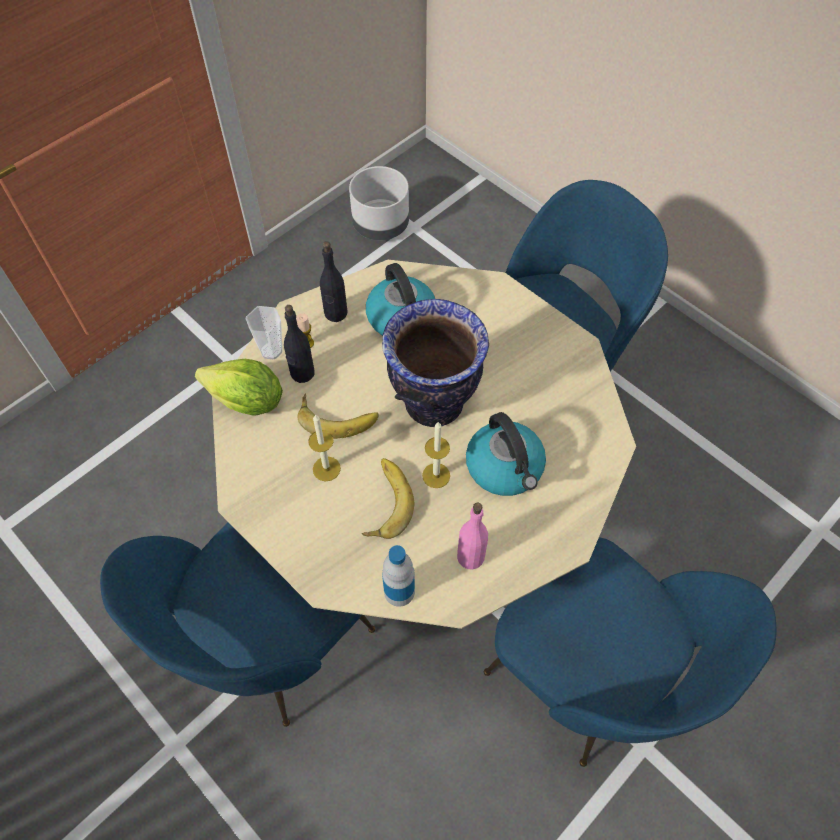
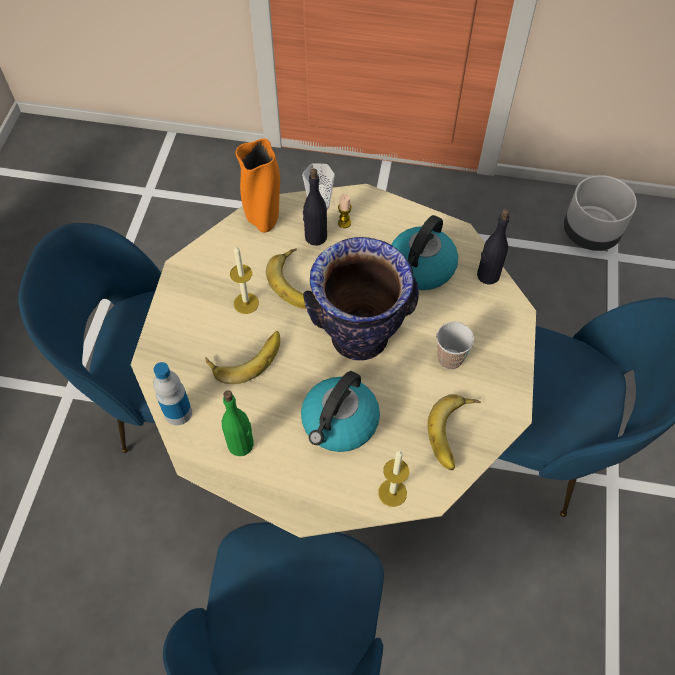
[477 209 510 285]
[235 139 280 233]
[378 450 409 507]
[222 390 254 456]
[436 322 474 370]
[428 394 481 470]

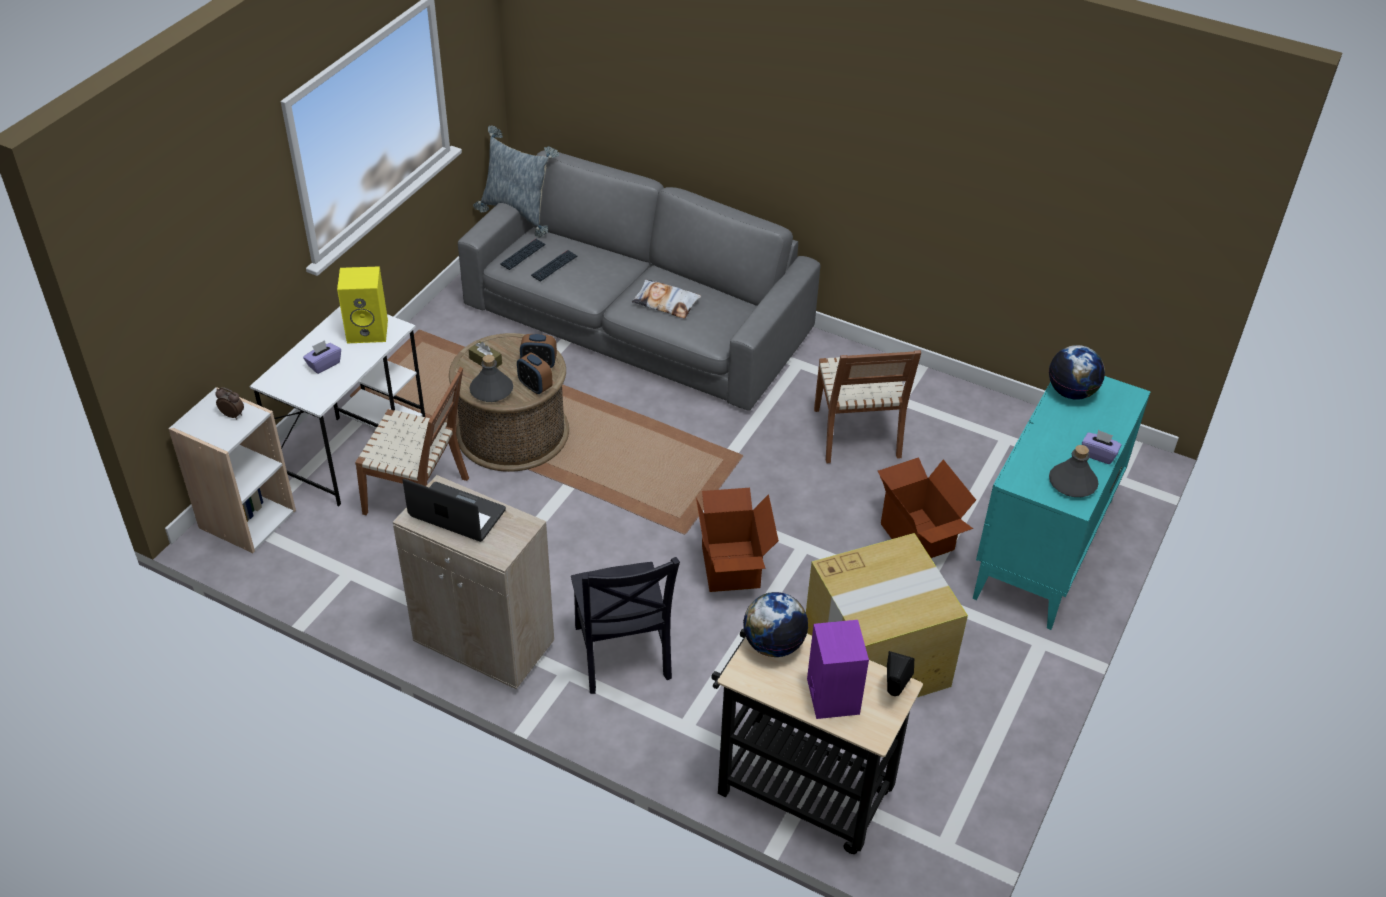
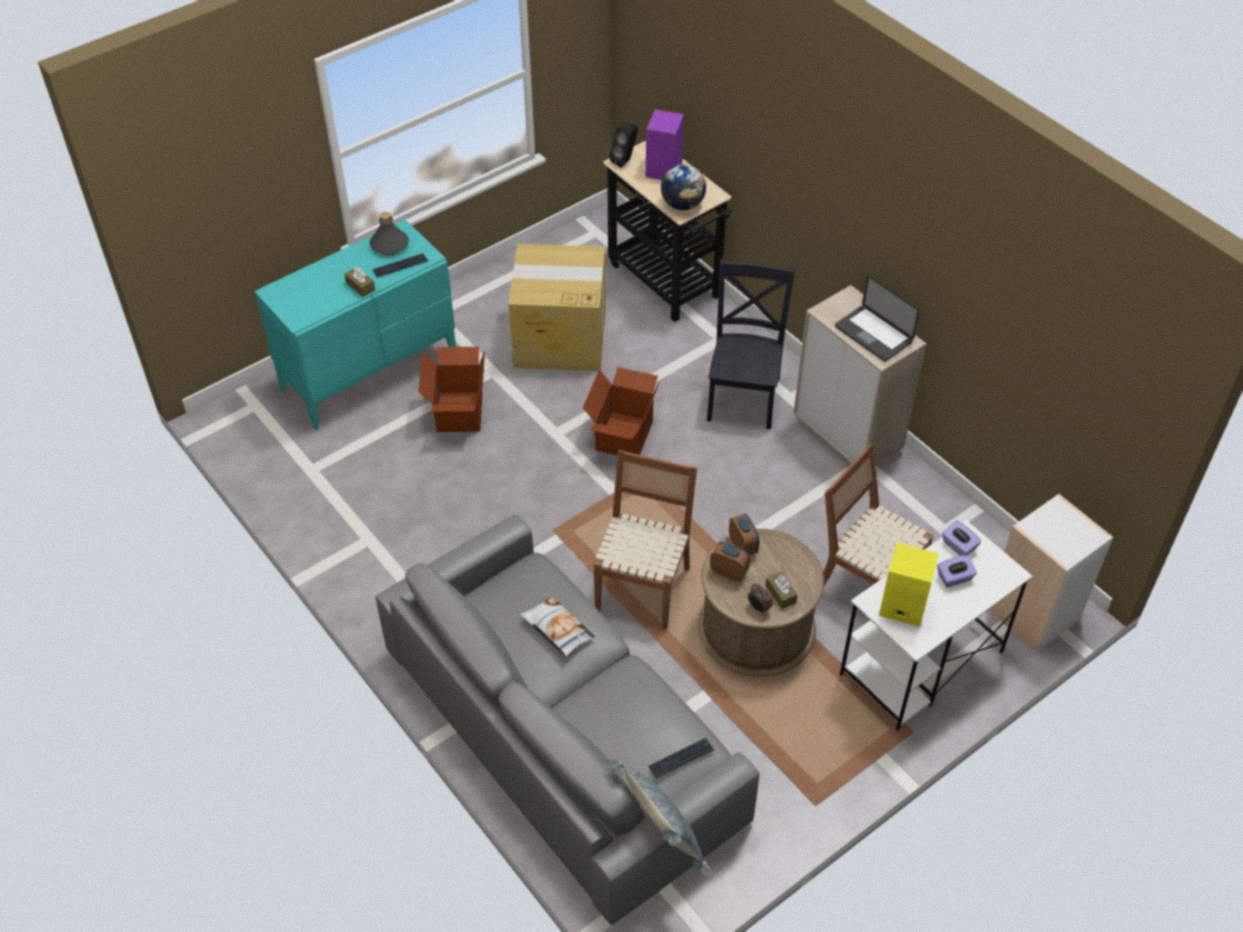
[373 253 428 277]
[1049 345 1105 400] (first image)
[594 450 697 630]
[469 355 513 402] (first image)
[748 584 773 615]
[942 520 981 556]
[345 267 375 297]

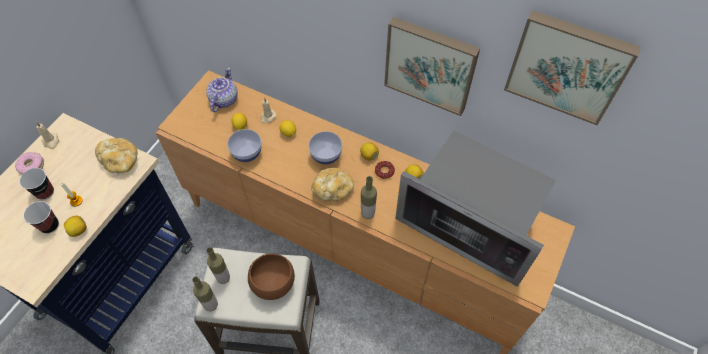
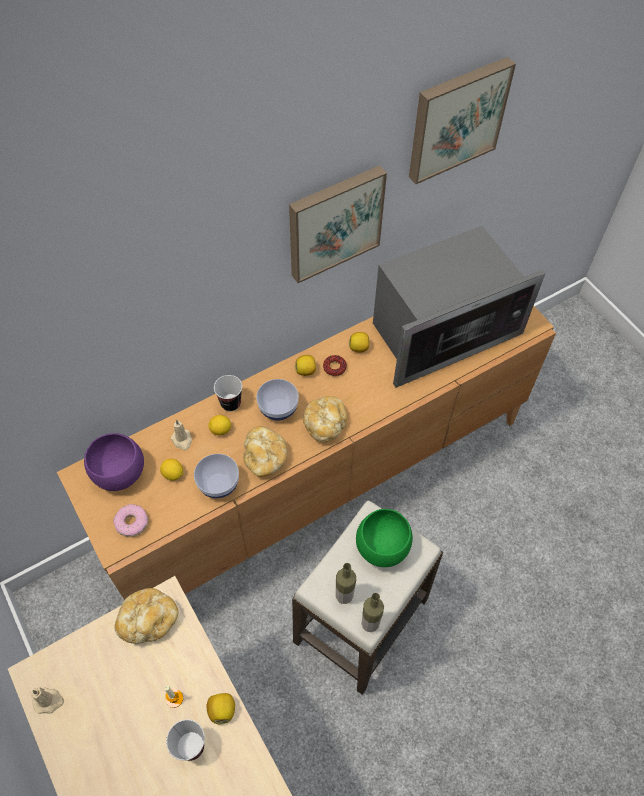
[84 433 144 491]
[113 504 149 537]
[214 375 242 411]
[361 176 377 219] (first image)
[356 509 413 567]
[243 426 287 477]

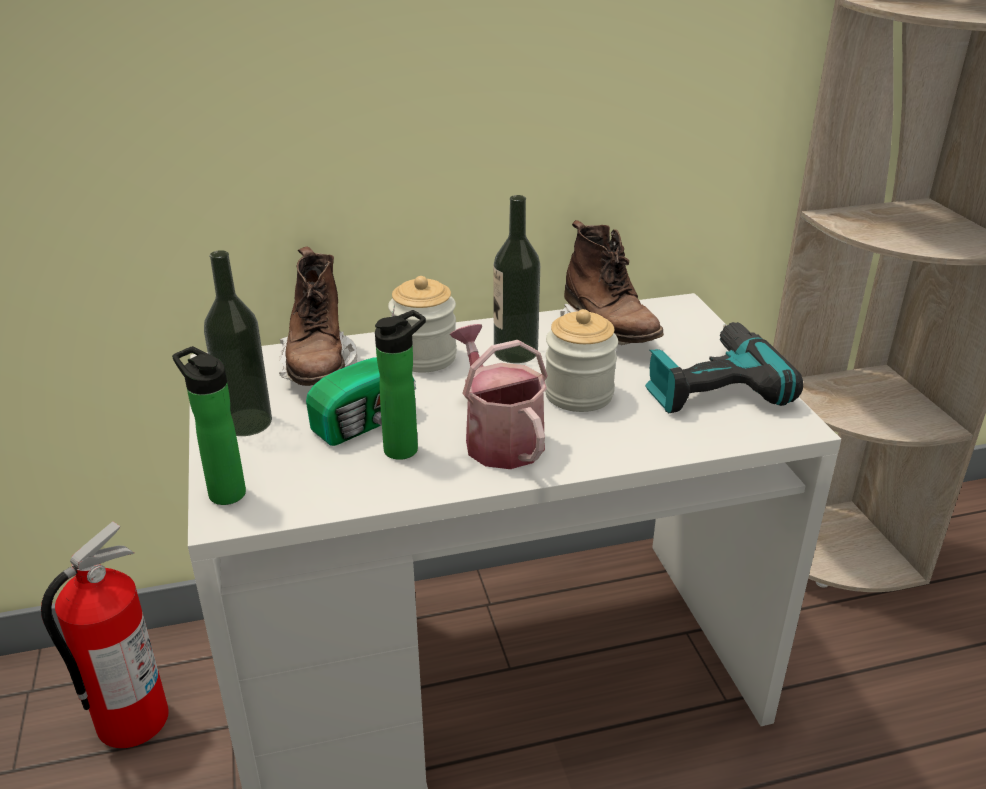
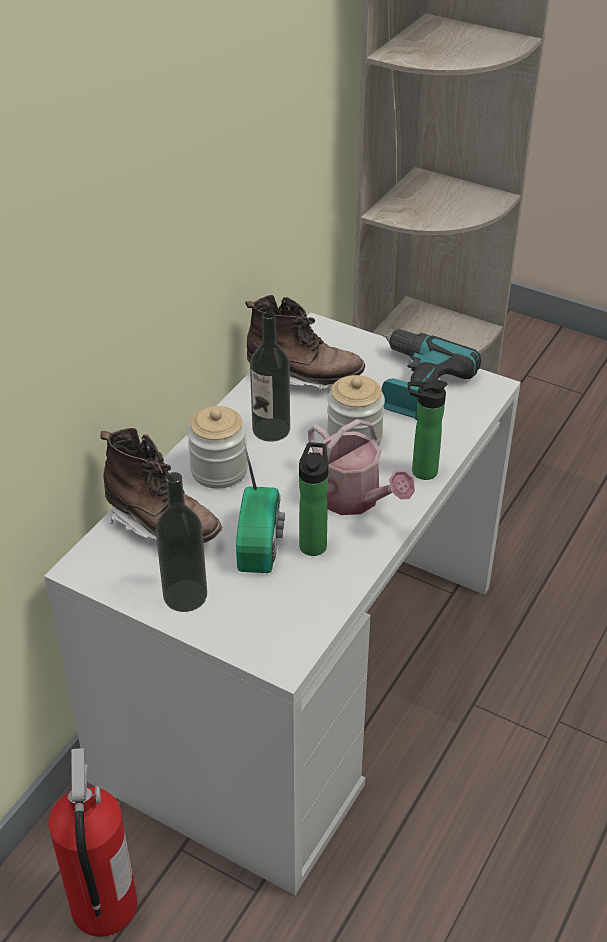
[308 419 415 515]
[408 380 447 480]

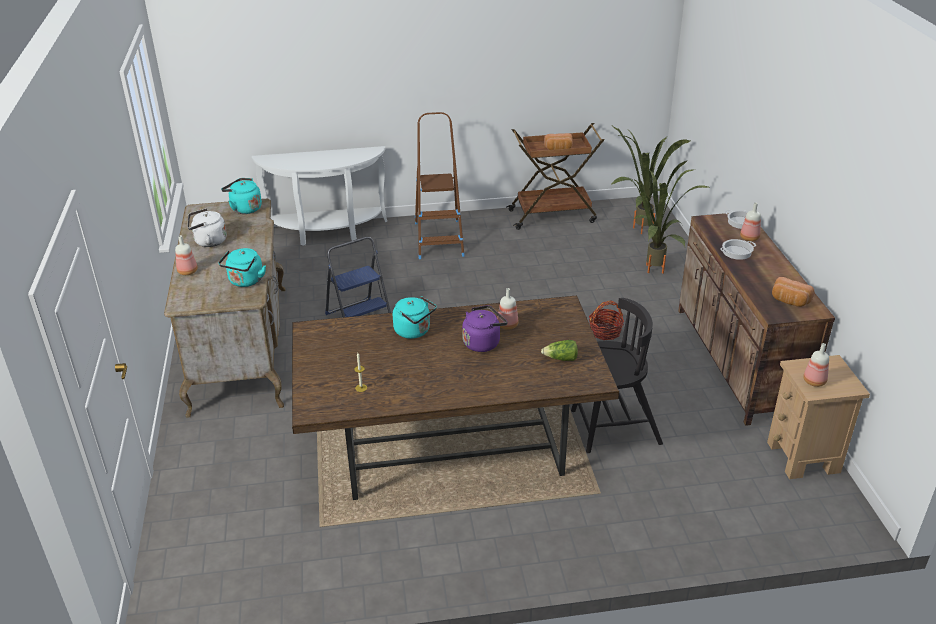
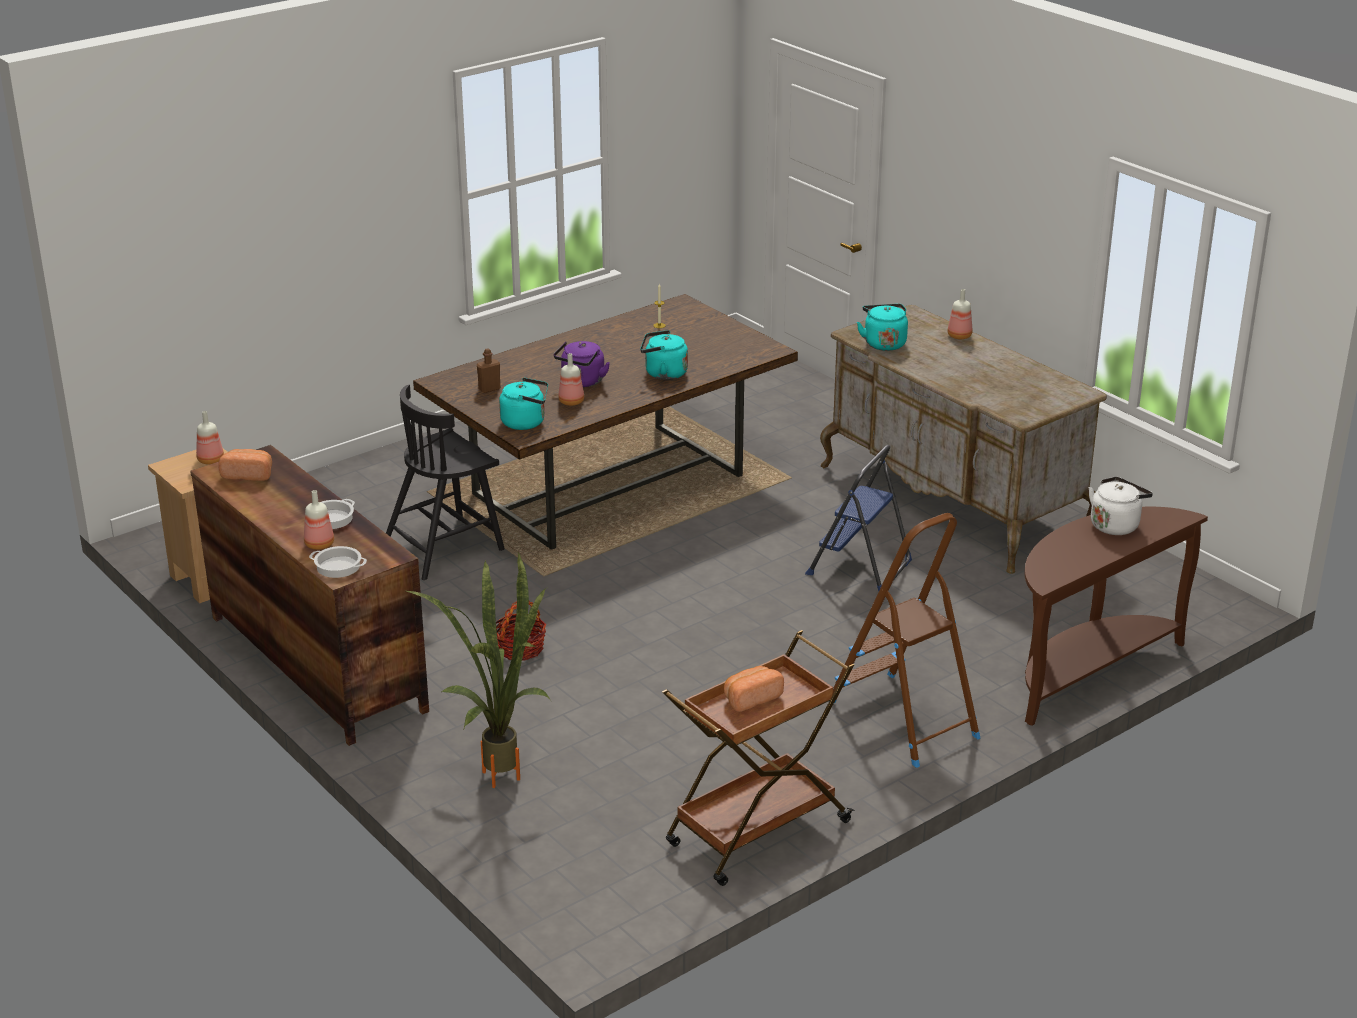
[610 126 690 234] (first image)
[1024 507 1208 726]
[499 378 548 430]
[1089 476 1153 535]
[477 348 500 393]

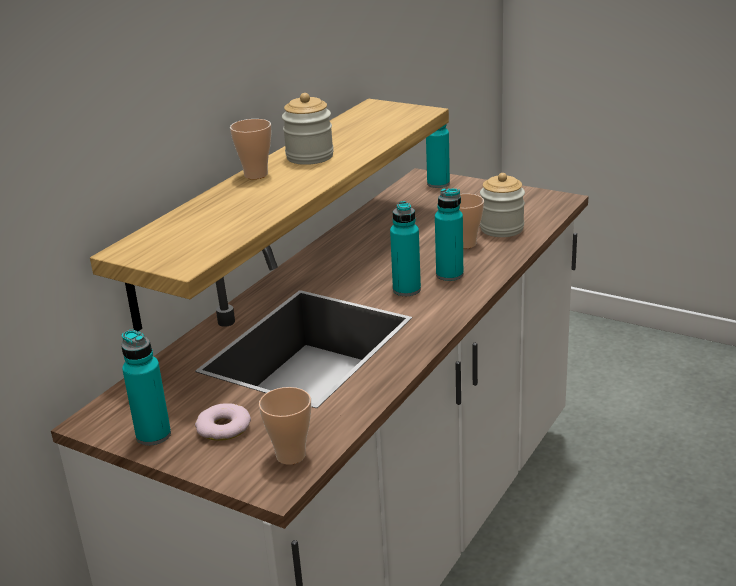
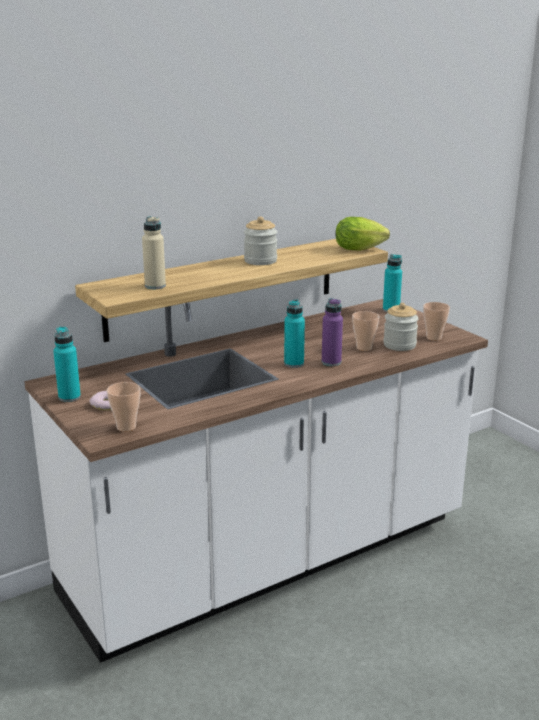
[423 302 450 341]
[322 298 343 366]
[142 216 166 289]
[336 217 390 250]

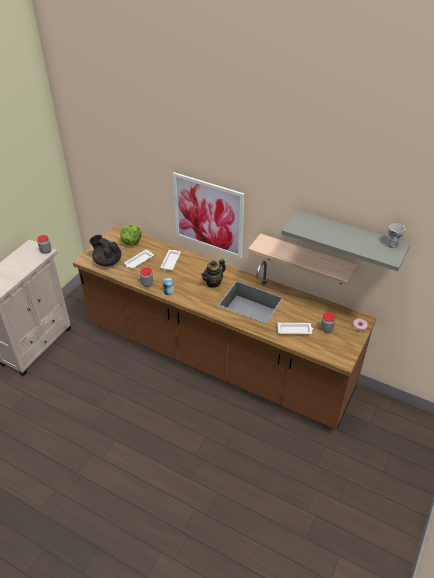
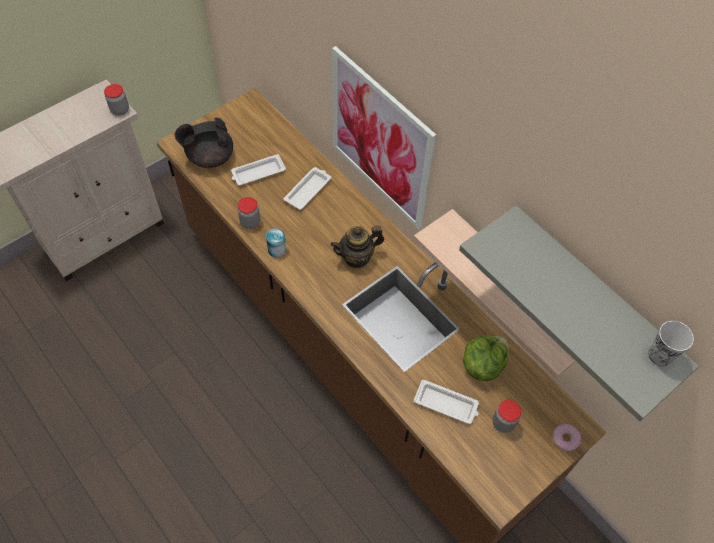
[463 336 509 381]
[175 117 233 168]

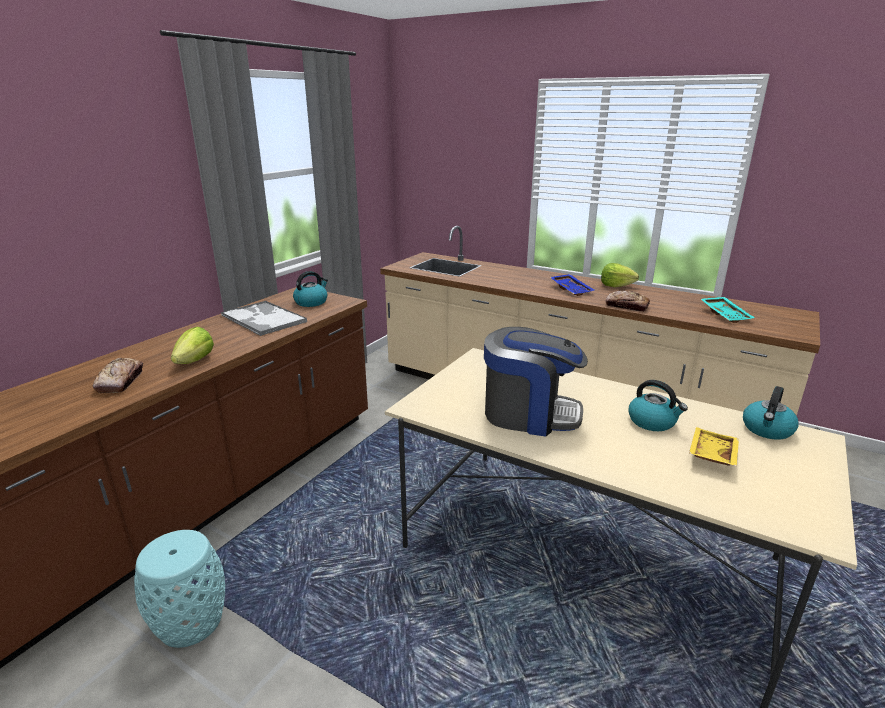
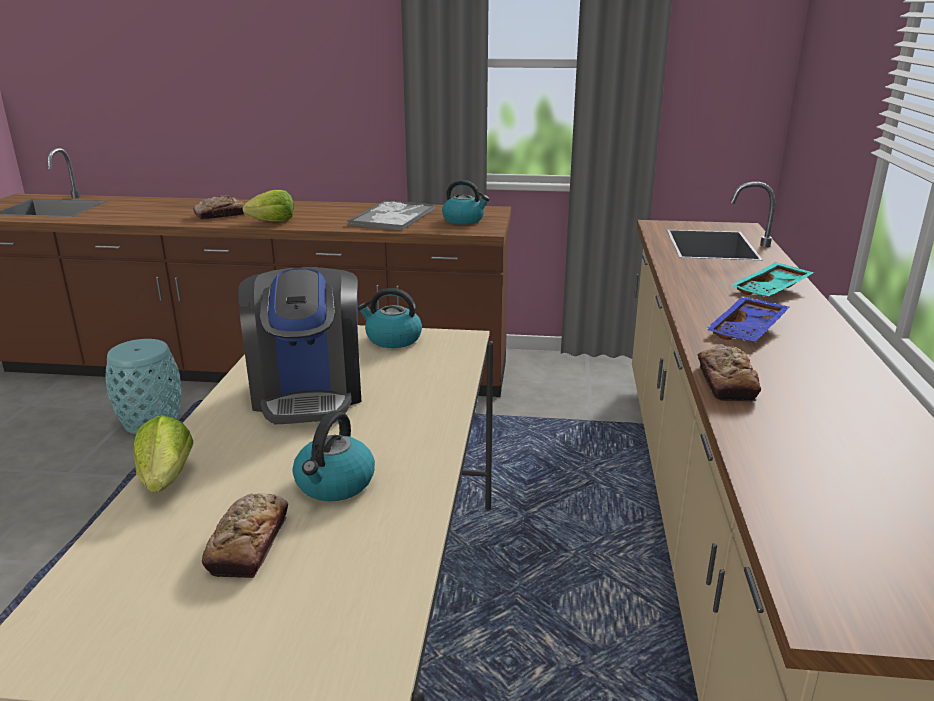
[133 416 193 492]
[731 262 814 296]
[358 288 422 348]
[202 493 288 578]

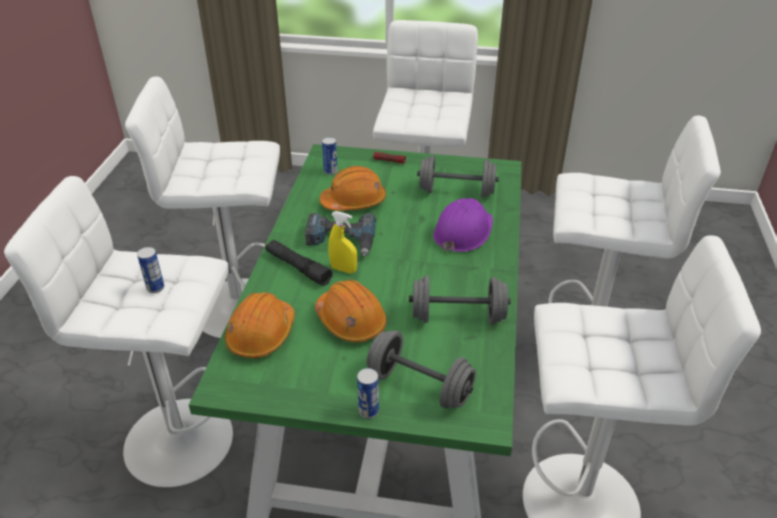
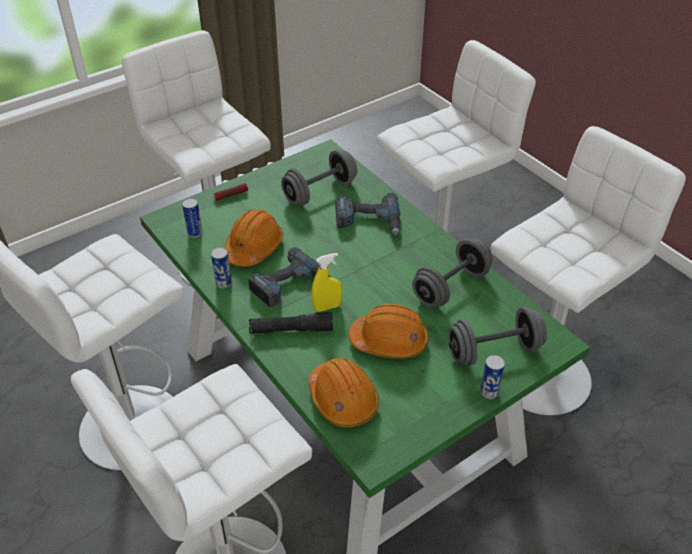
[335 193 401 236]
[211 247 232 289]

